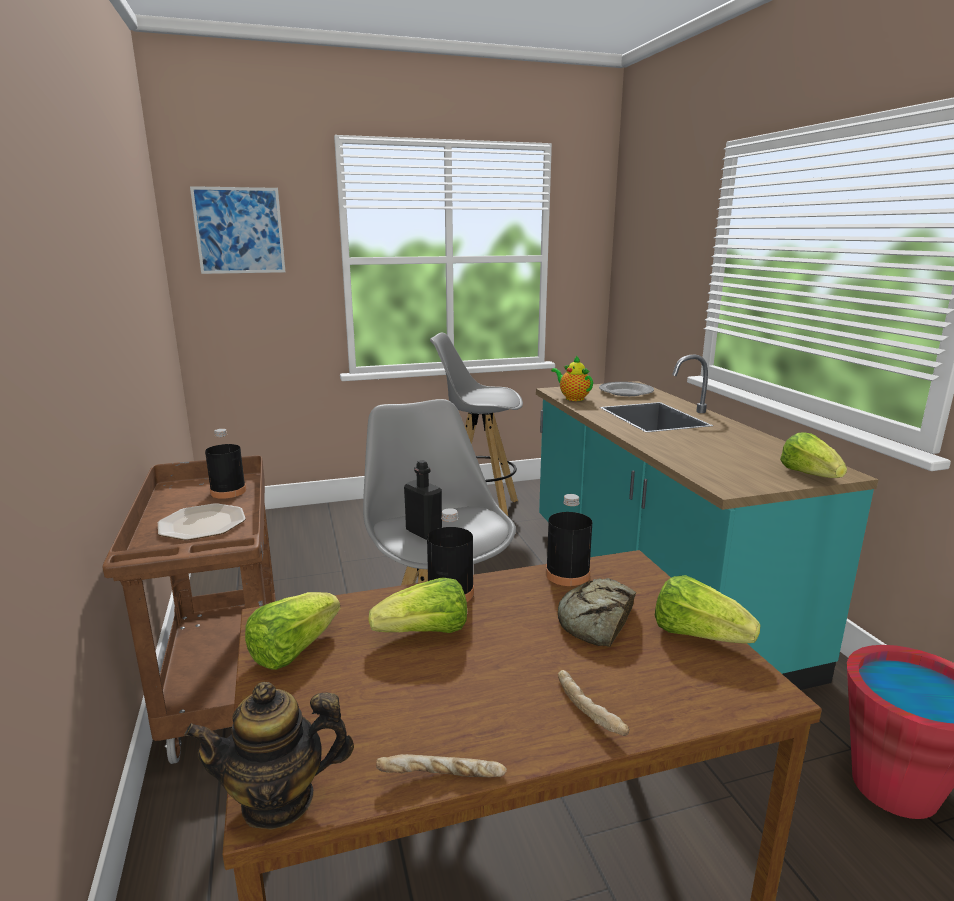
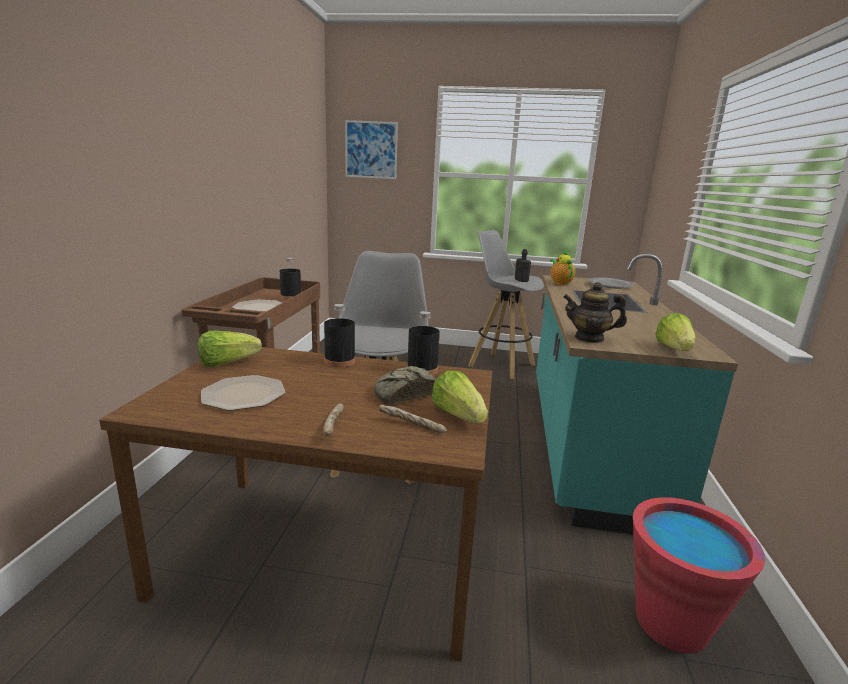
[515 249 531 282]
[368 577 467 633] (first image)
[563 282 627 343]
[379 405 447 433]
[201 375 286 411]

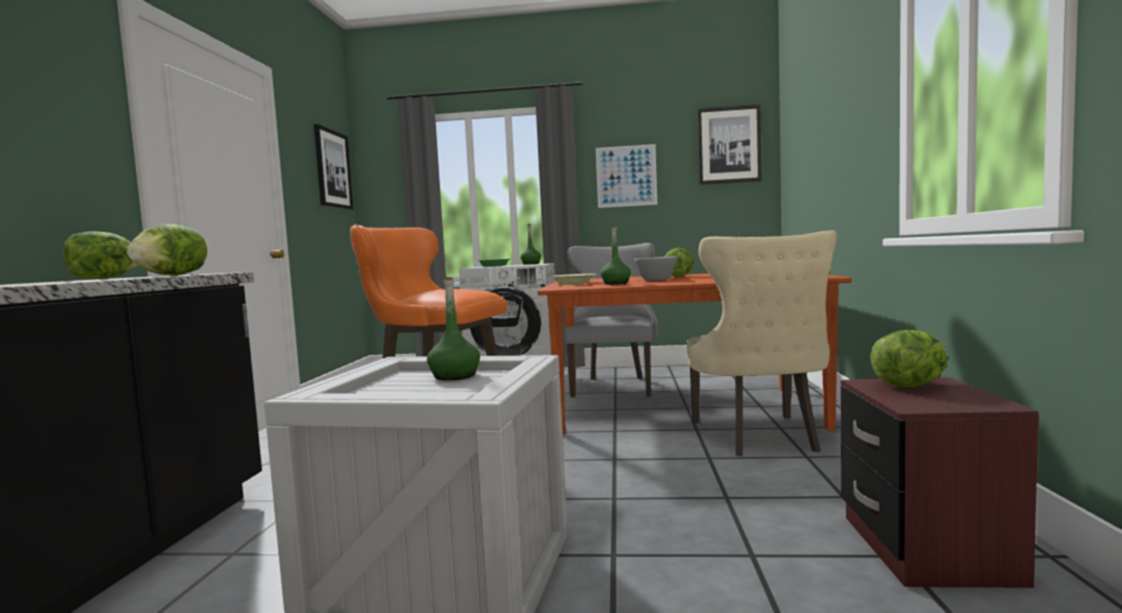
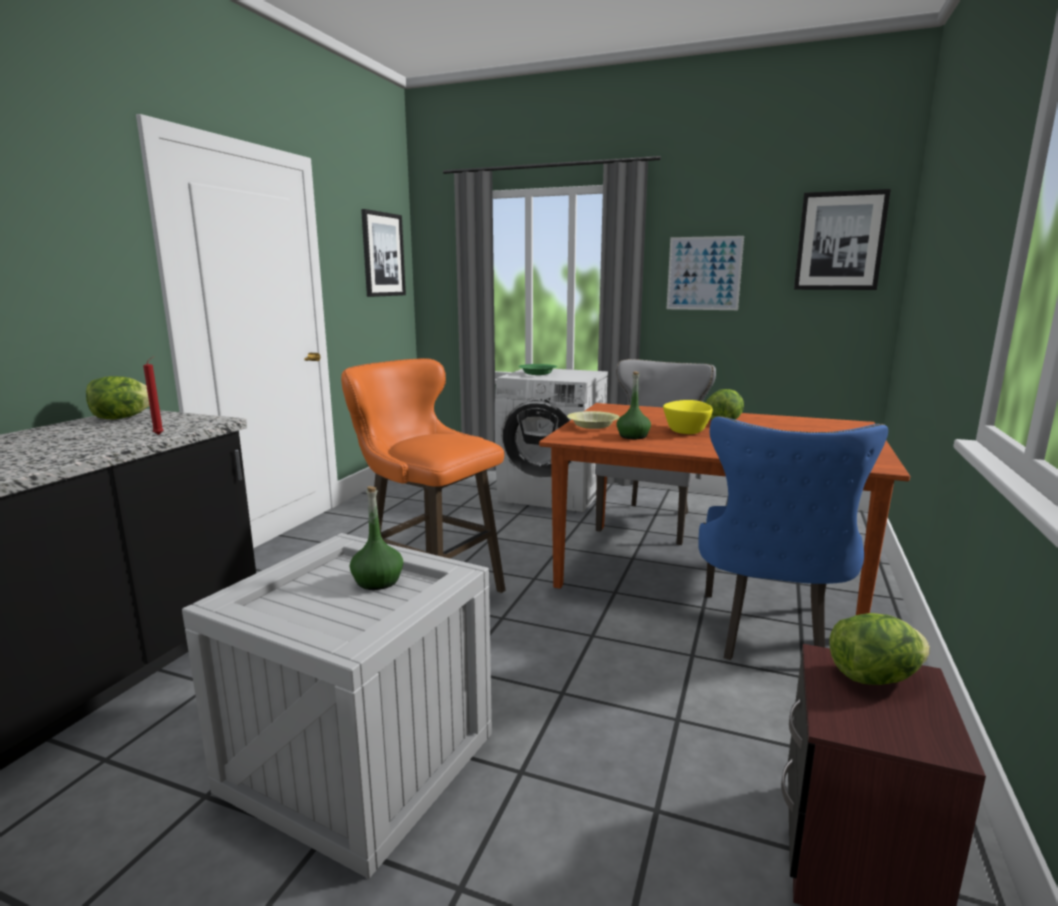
[143 356 164 435]
[520 224 541 265] (first image)
[698 416 888 660]
[663 400 713 434]

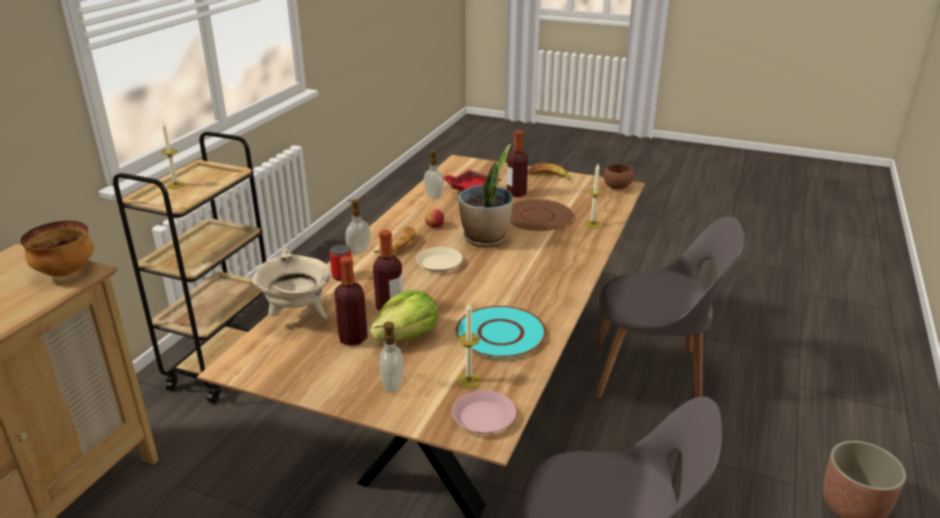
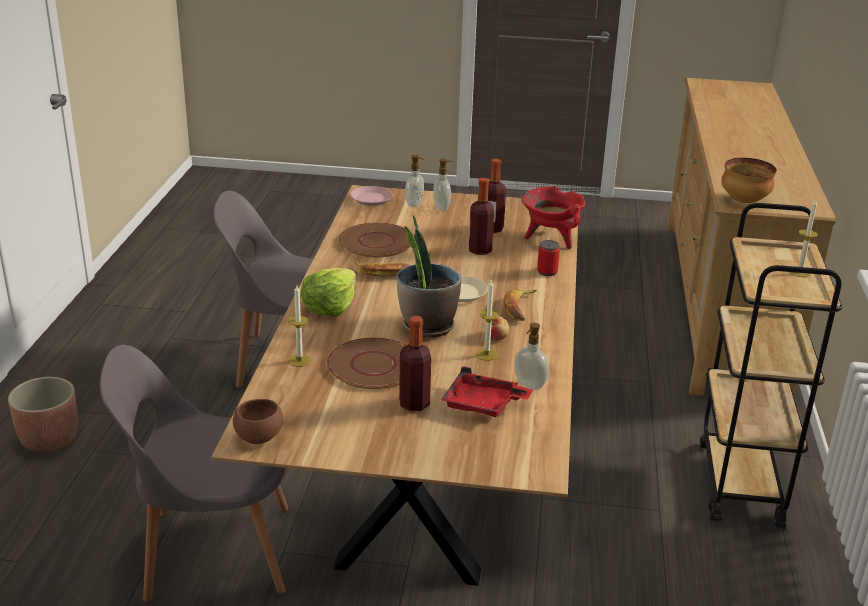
[354 260 410 277]
[405 155 425 207]
[522 186 585 249]
[301 268 356 317]
[476 280 499 361]
[339 223 414 257]

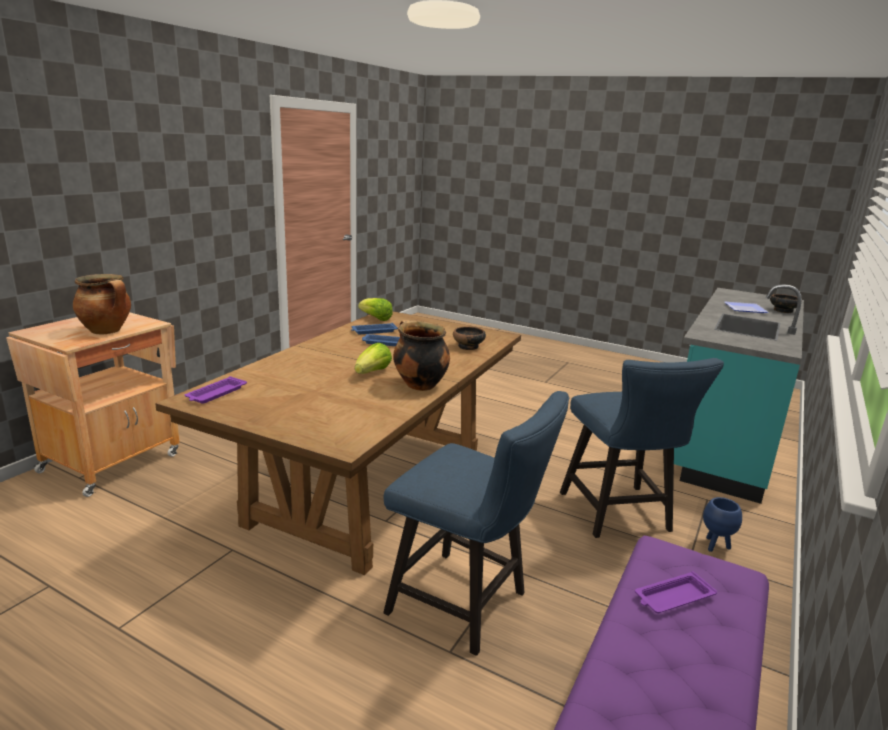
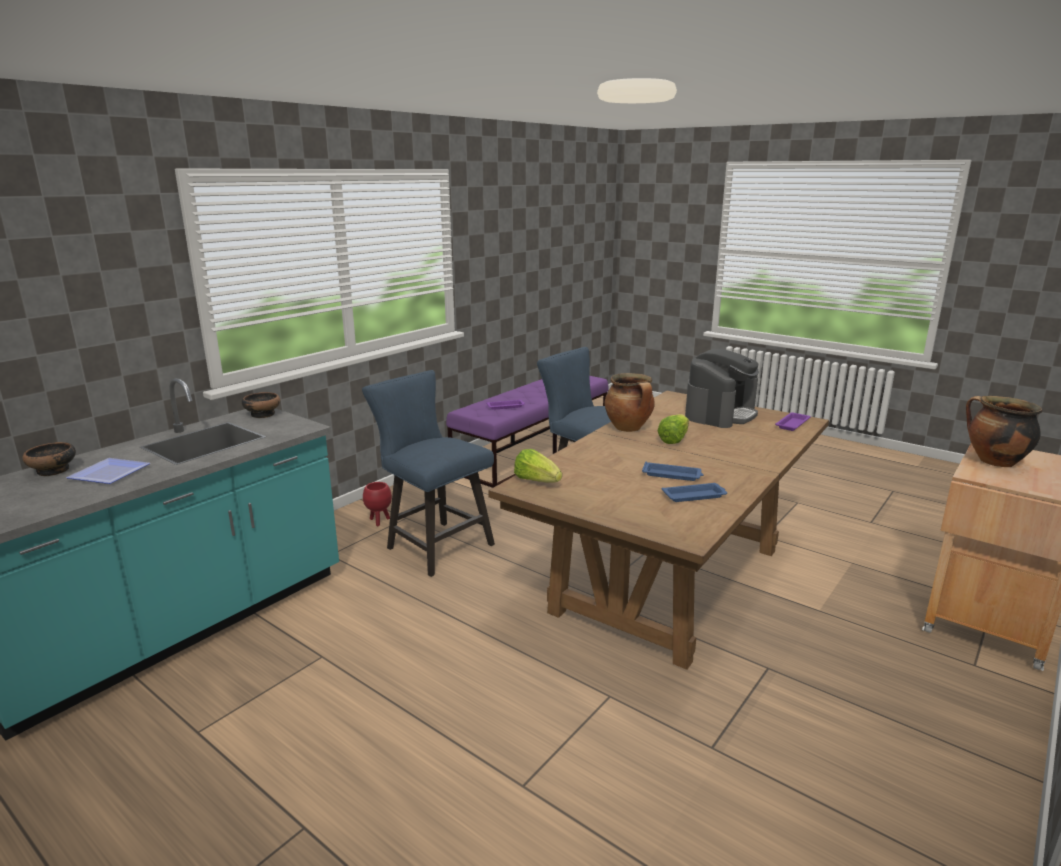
[514 449 562 483]
[242 392 280 418]
[362 370 495 577]
[363 482 392 526]
[685 349 759 428]

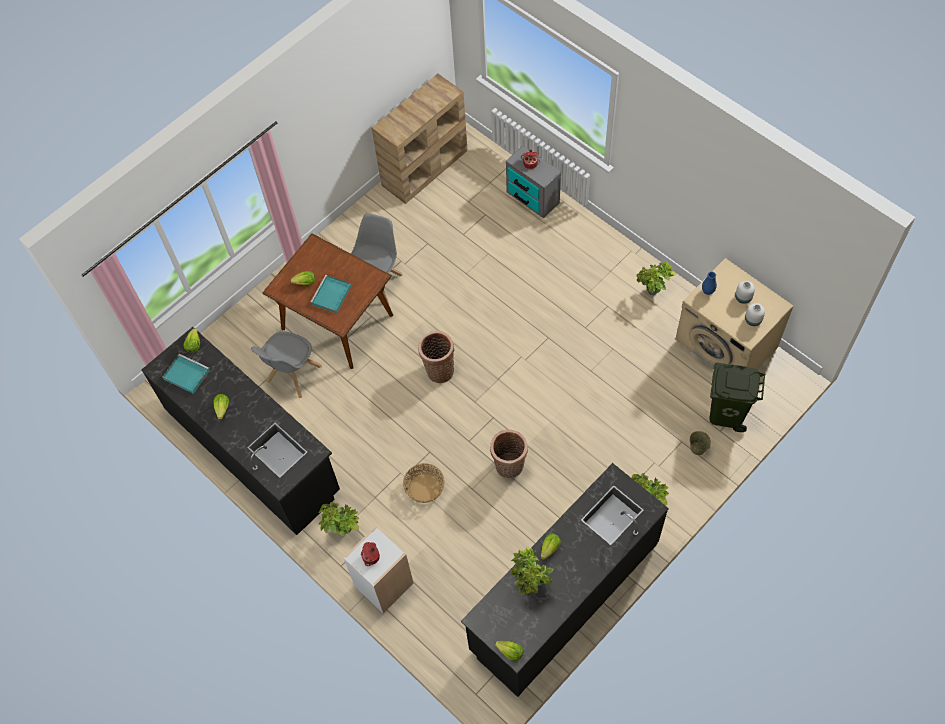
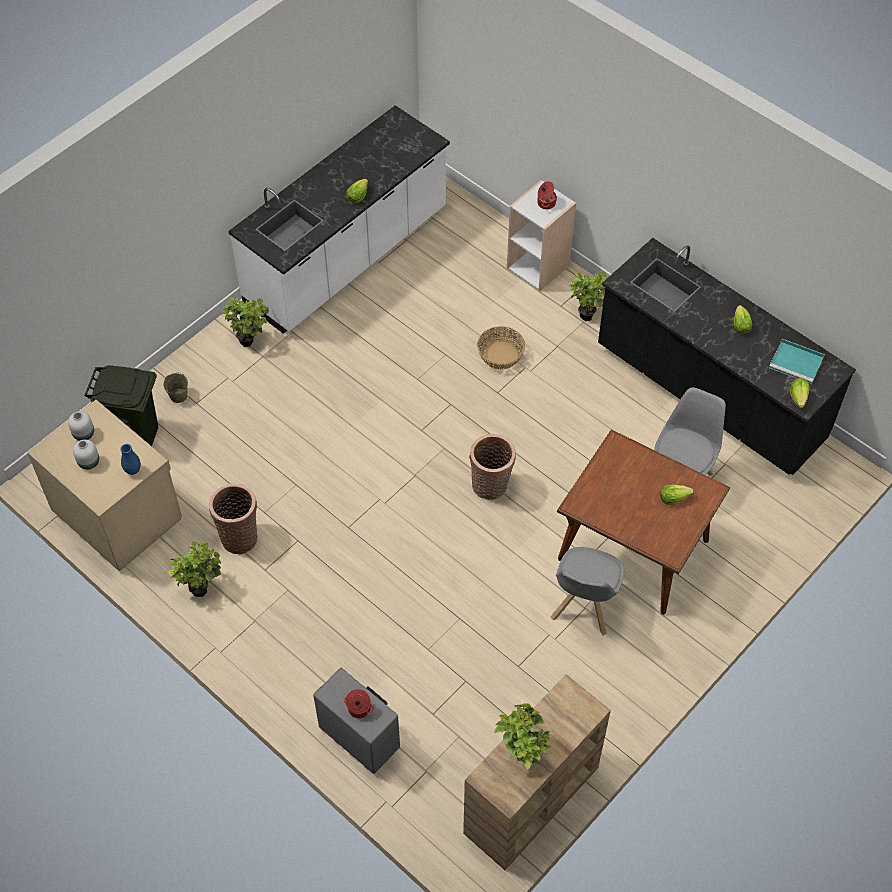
[310 275 352 313] (first image)
[209 483 258 554]
[228 105 450 334]
[494 703 550 770]
[495 641 523 661] (first image)

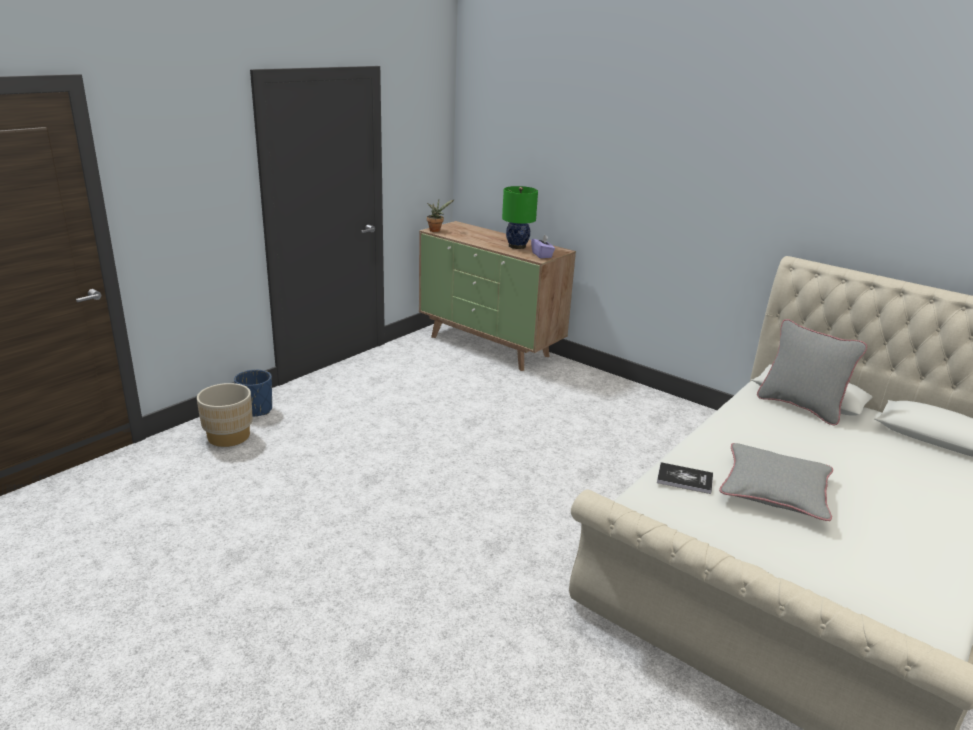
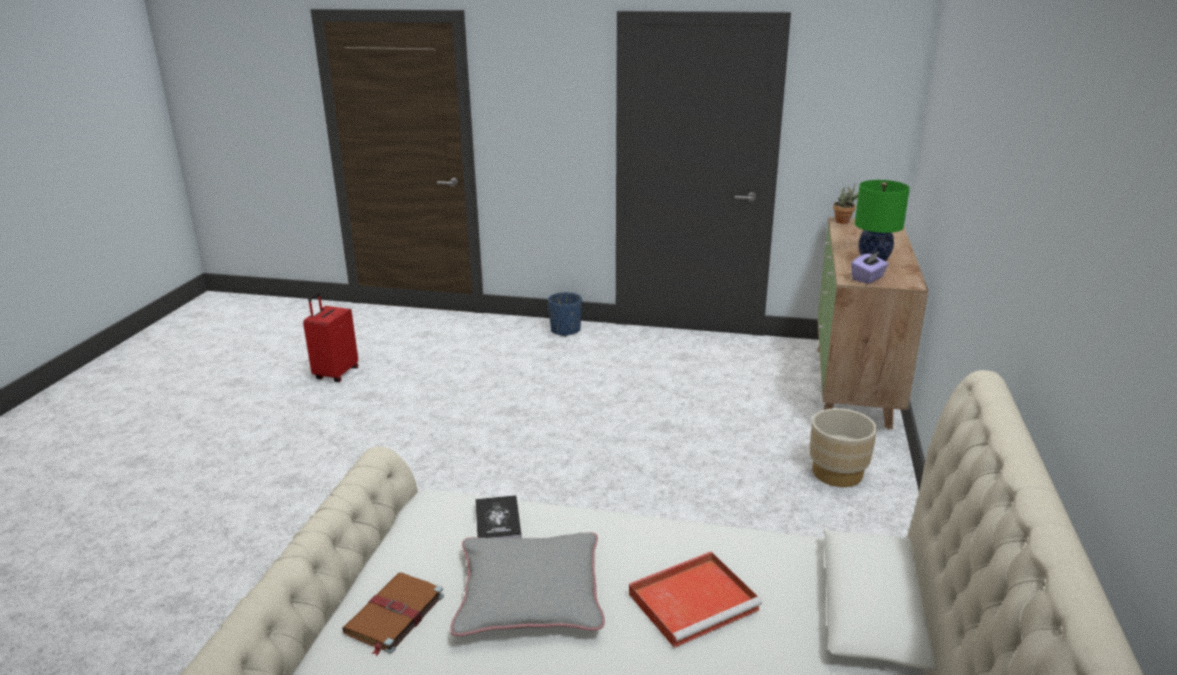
[757 319 867 425] (first image)
[810 408 877 487]
[303 292 358 382]
[629 552 762 648]
[342 573 444 656]

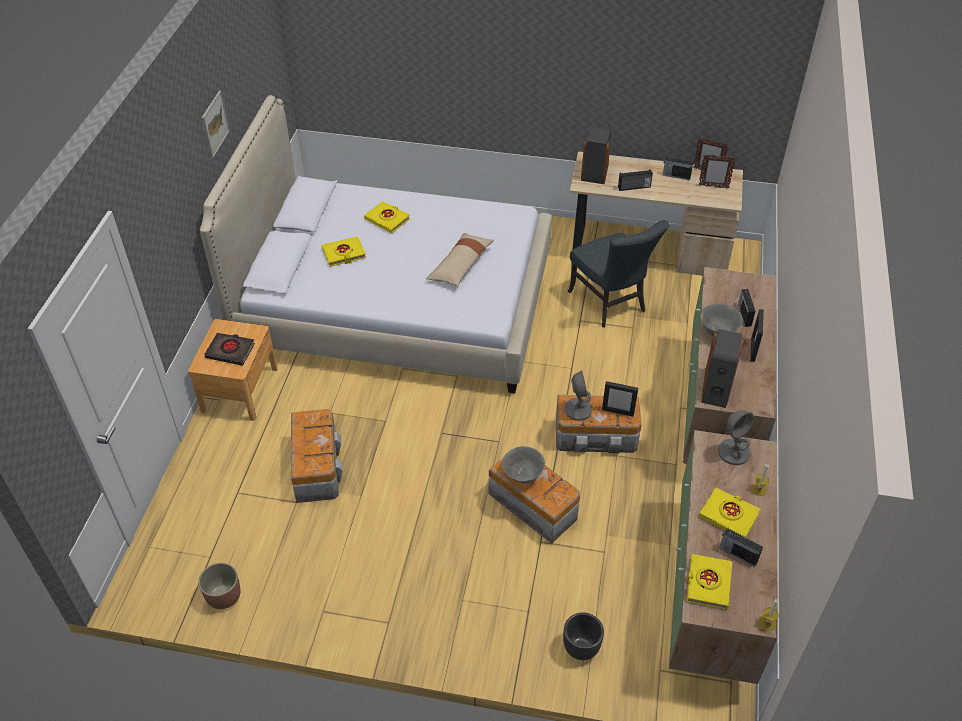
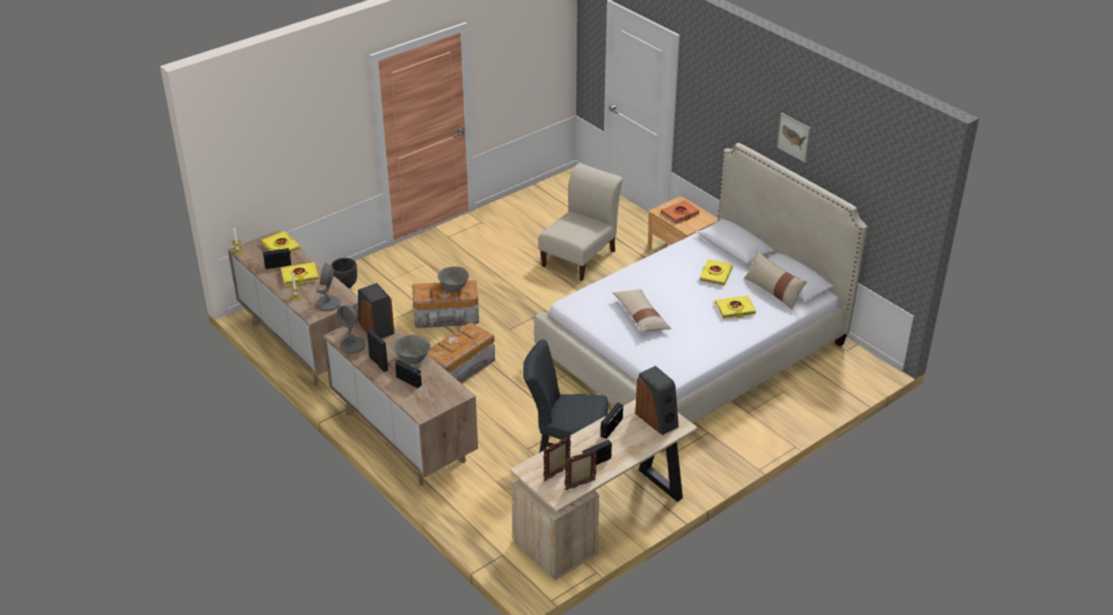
[661 200 700 224]
[337 305 365 354]
[602 381 638 417] (first image)
[539 163 623 281]
[198 563 240 609] (first image)
[744 251 807 310]

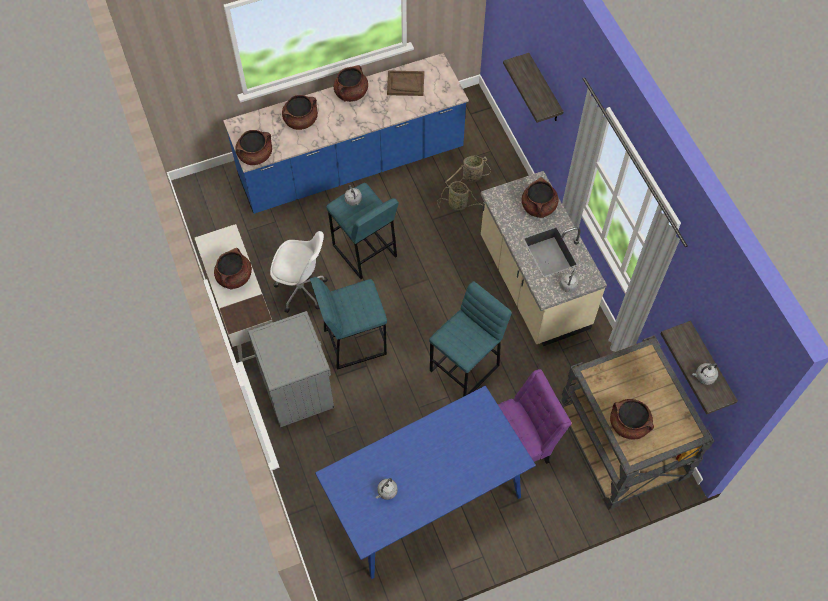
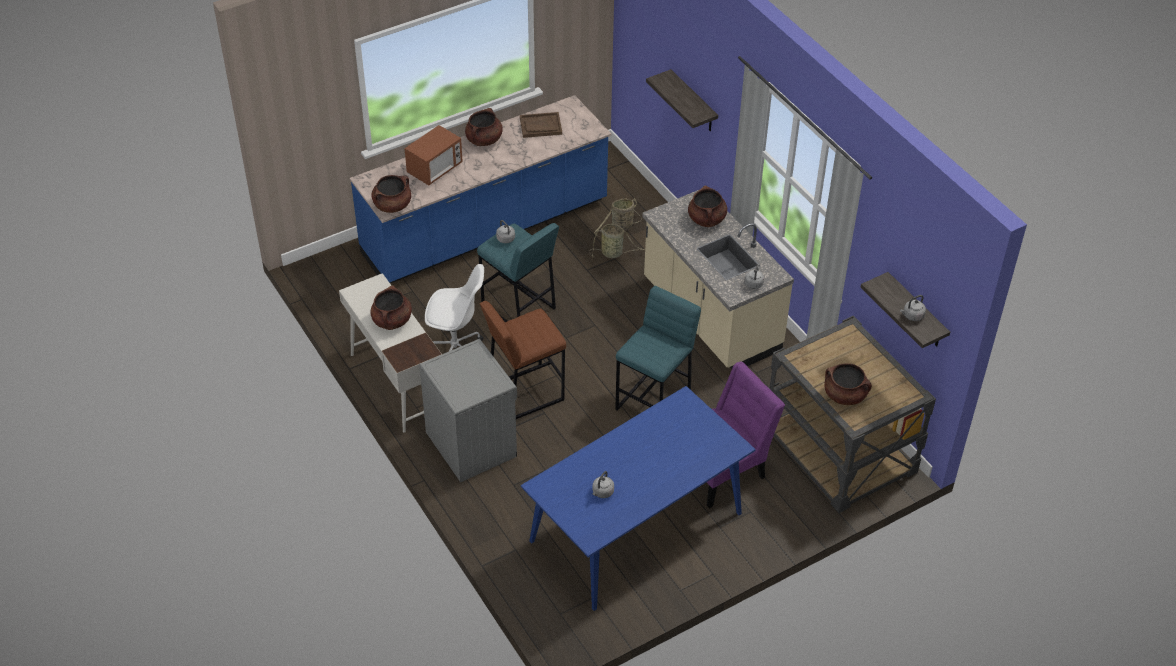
[404 125 463 185]
[480 301 566 419]

